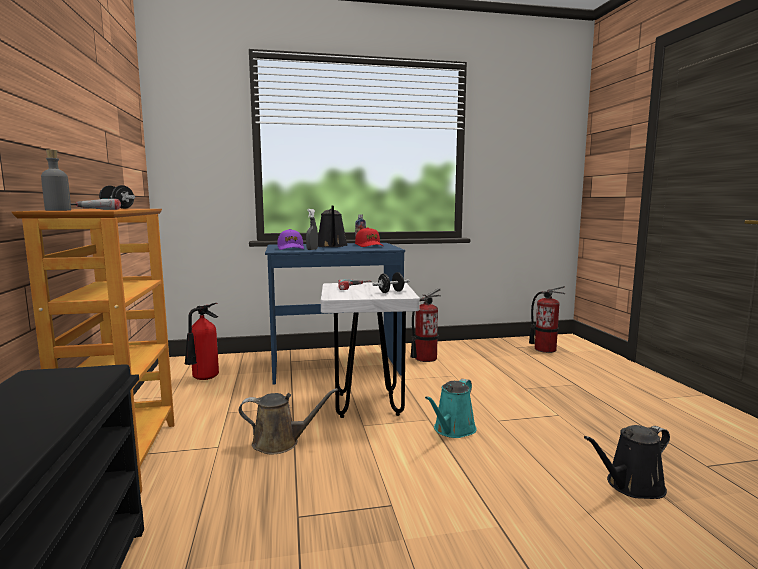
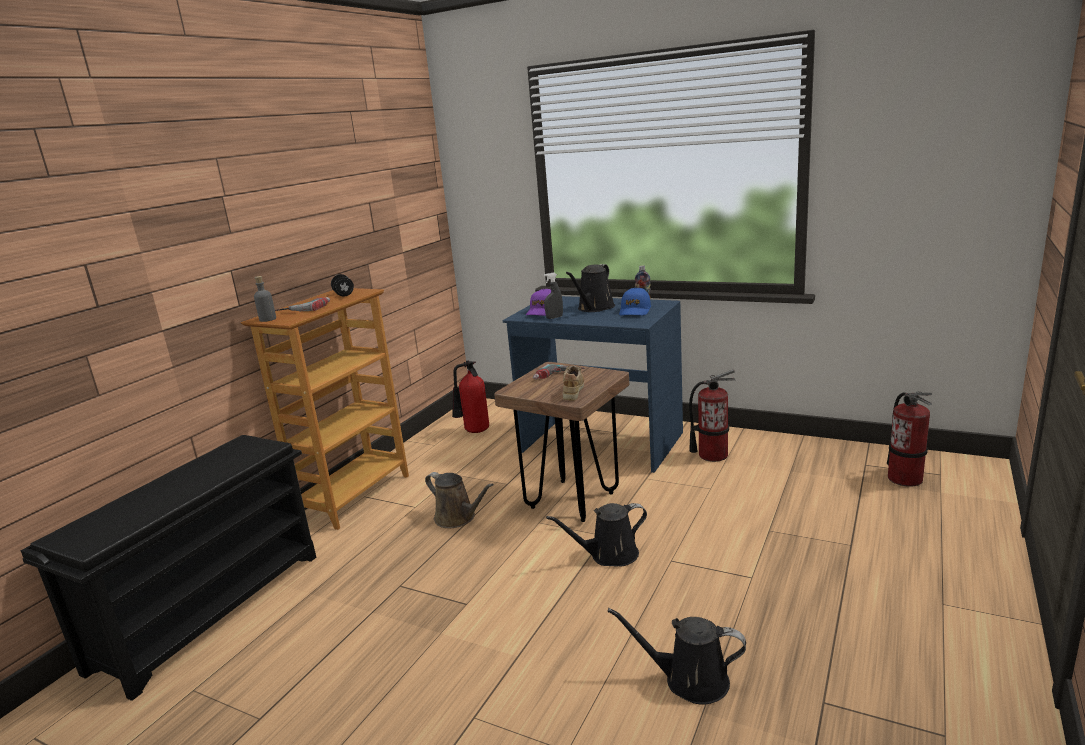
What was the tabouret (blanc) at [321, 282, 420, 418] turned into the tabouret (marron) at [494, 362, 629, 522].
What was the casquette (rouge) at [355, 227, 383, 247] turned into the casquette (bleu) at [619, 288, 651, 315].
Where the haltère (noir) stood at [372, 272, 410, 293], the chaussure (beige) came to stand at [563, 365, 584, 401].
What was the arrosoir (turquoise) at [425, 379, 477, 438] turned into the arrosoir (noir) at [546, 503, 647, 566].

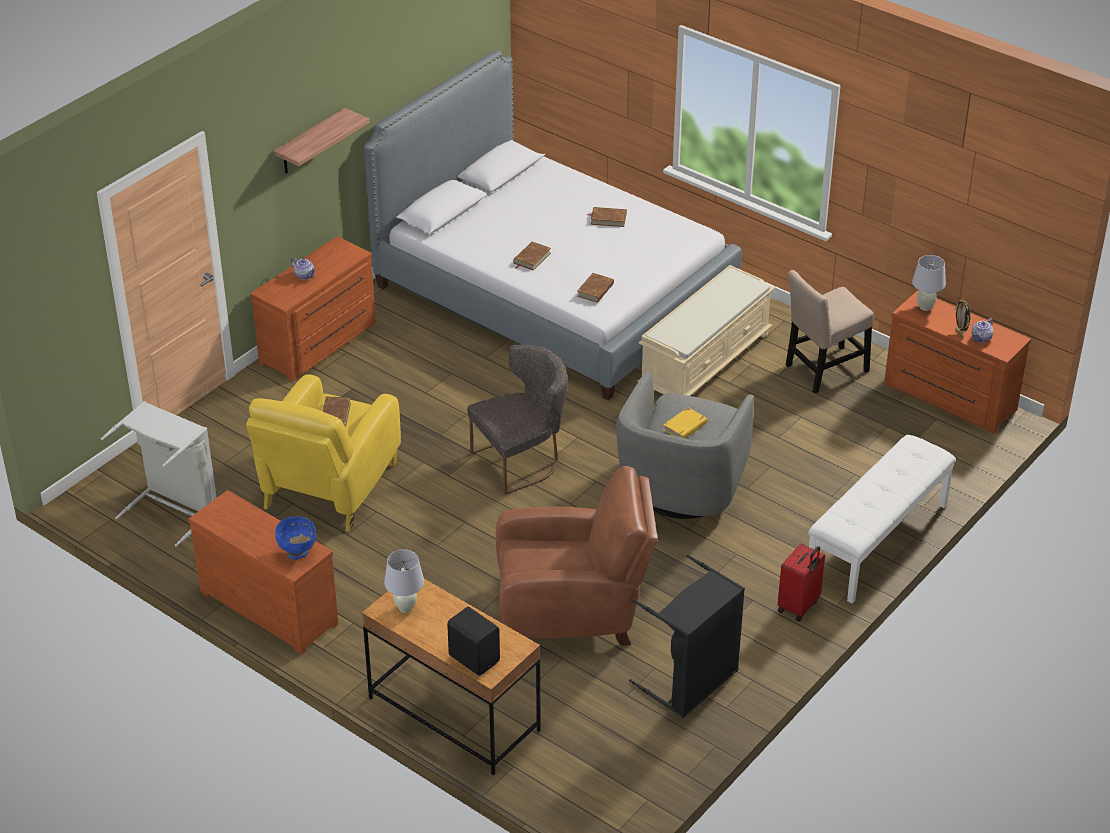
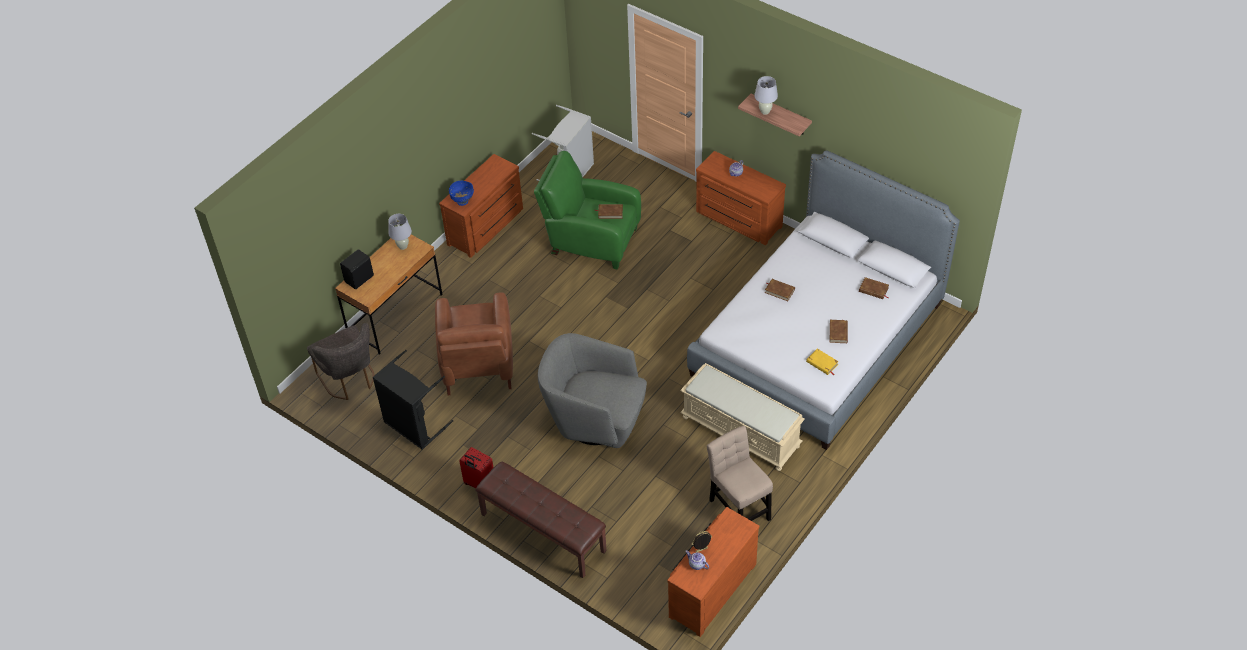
What was the fauteuil (jaune) at [246, 374, 401, 532] turned into the fauteuil (vert) at [534, 151, 641, 270].
The chaise (gris) ended up elsewhere, having gone from [467, 345, 568, 495] to [307, 323, 375, 400].
The livre (marron) ended up elsewhere, having gone from [577, 273, 614, 303] to [859, 277, 889, 299].
The livre (jaune) ended up elsewhere, having gone from [663, 407, 707, 438] to [806, 349, 839, 375].
What was the banc (blanc) at [808, 435, 956, 604] turned into the banc (marron) at [475, 462, 606, 578].
The lampe de table (blanc) ended up elsewhere, having gone from [912, 255, 946, 311] to [754, 76, 778, 115].

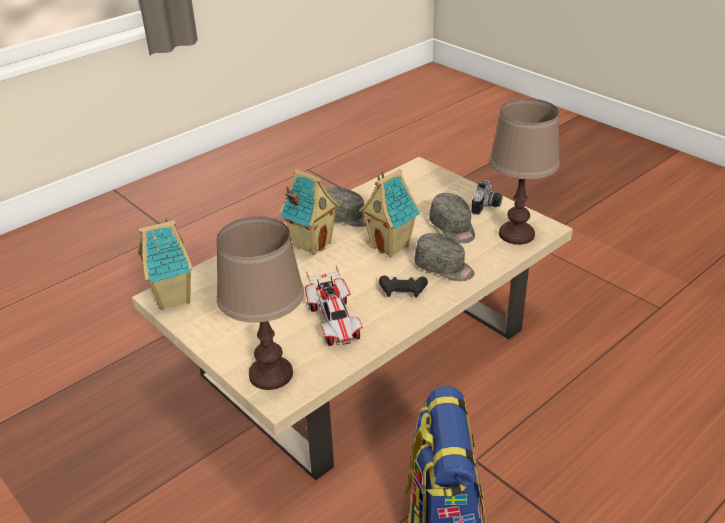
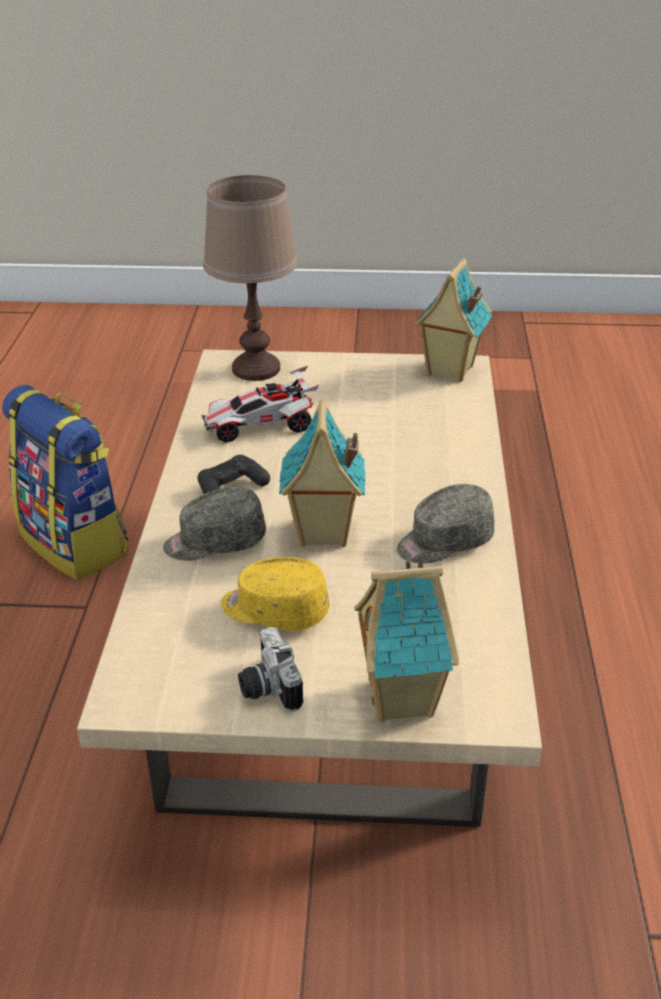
The maison miniature ended up elsewhere, having gone from [279, 169, 340, 255] to [354, 554, 459, 722].
The petite voiture at [305, 265, 363, 346] ended up facing another way, 45 degrees counterclockwise from before.
What was the casquette (gris) at [429, 193, 475, 243] turned into the casquette (jaune) at [221, 557, 329, 631].
The second view lost the lampe de table (marron) at [489, 98, 560, 245].

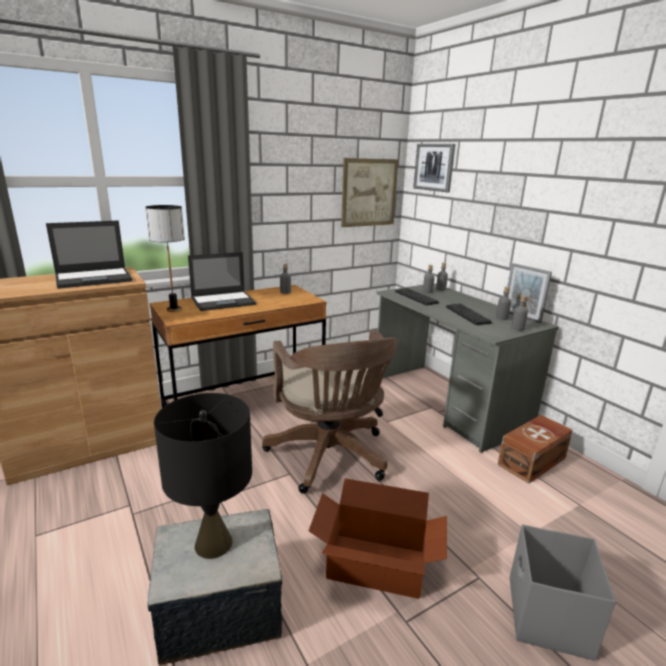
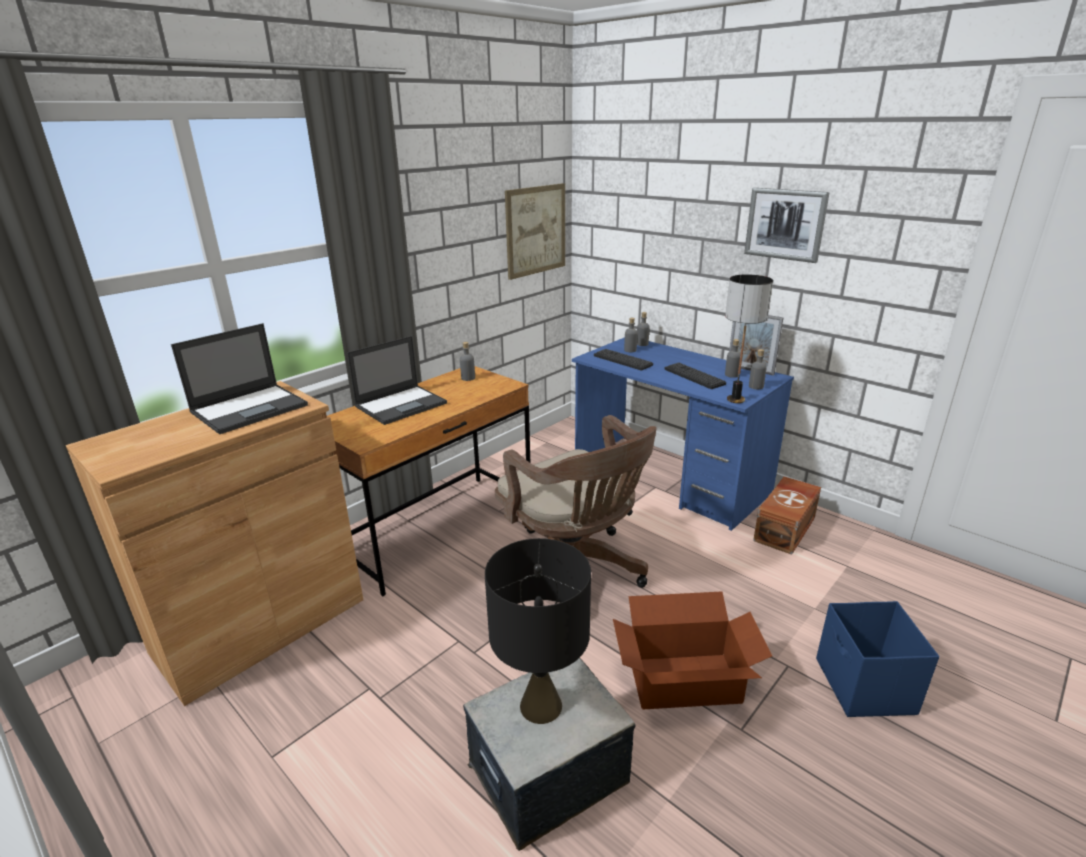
The lampe de table ended up elsewhere, having gone from [145, 205, 185, 312] to [725, 274, 773, 403].
What was the bureau (gris) at [376, 283, 559, 453] turned into the bureau (bleu) at [572, 337, 794, 531].
The tableau ended up elsewhere, having gone from [413, 144, 455, 192] to [744, 188, 830, 263].
What was the boîte de rangement (gris) at [510, 524, 616, 661] turned into the boîte de rangement (bleu) at [816, 601, 939, 717].

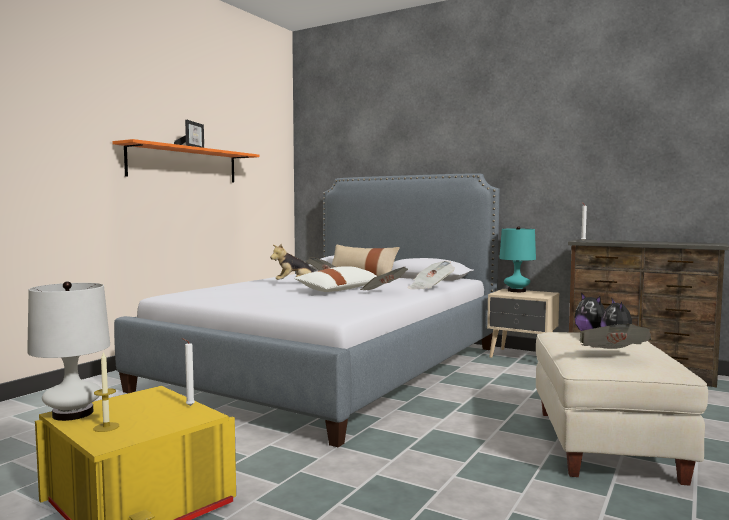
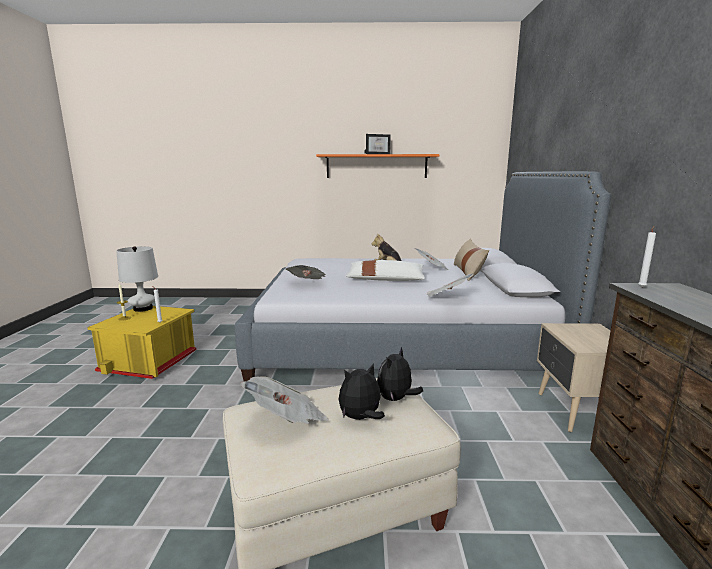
The journal ended up elsewhere, having gone from [360, 267, 408, 290] to [286, 265, 326, 279].
The second view lost the lampe de table (turquoise) at [499, 226, 536, 292].

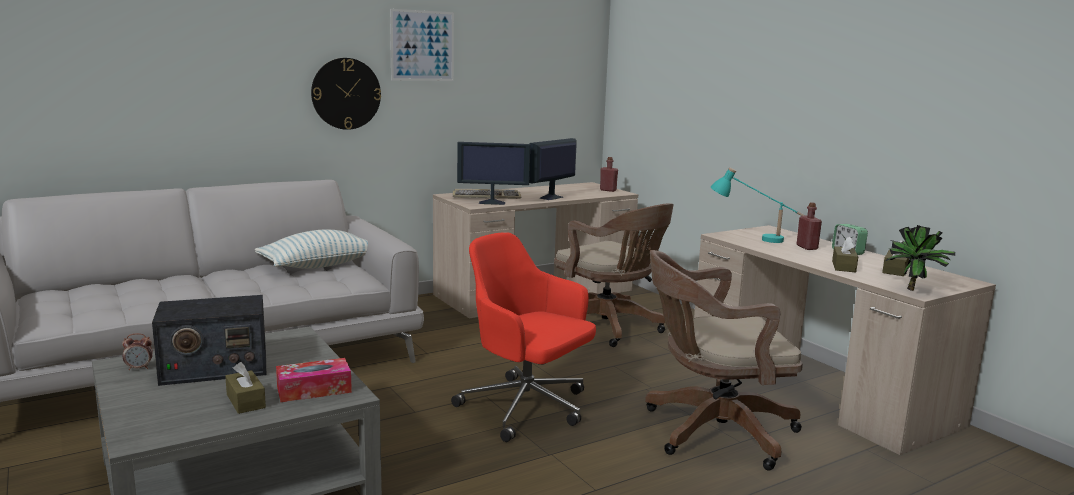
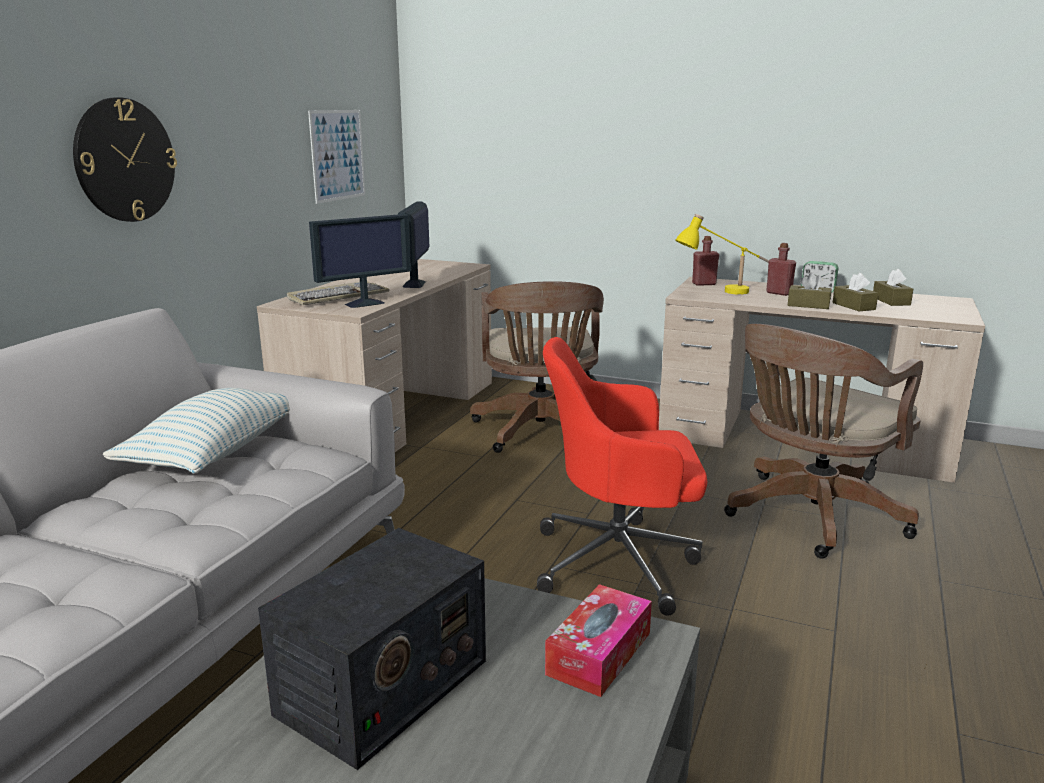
The second view lost the réveil at [122, 333, 153, 370].
The boîte à mouchoirs (marron) ended up elsewhere, having gone from [225, 362, 266, 414] to [787, 272, 832, 309].
The tableau ended up elsewhere, having gone from [390, 9, 454, 81] to [308, 110, 365, 204].
The chaise de bureau (marron) at [554, 203, 674, 347] ended up facing another way, 75 degrees clockwise from before.
The bouteille (rouge) ended up elsewhere, having gone from [600, 157, 618, 192] to [692, 236, 719, 286].
What was the lampe de table (turquoise) at [710, 167, 806, 243] turned into the lampe de table (jaune) at [675, 214, 769, 295].
The second view lost the plante en pot at [886, 225, 955, 291].

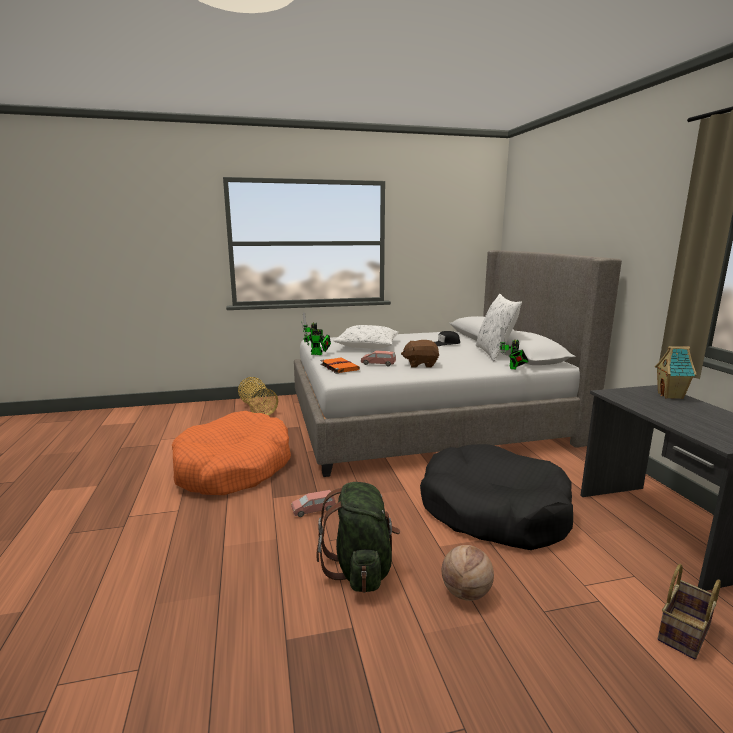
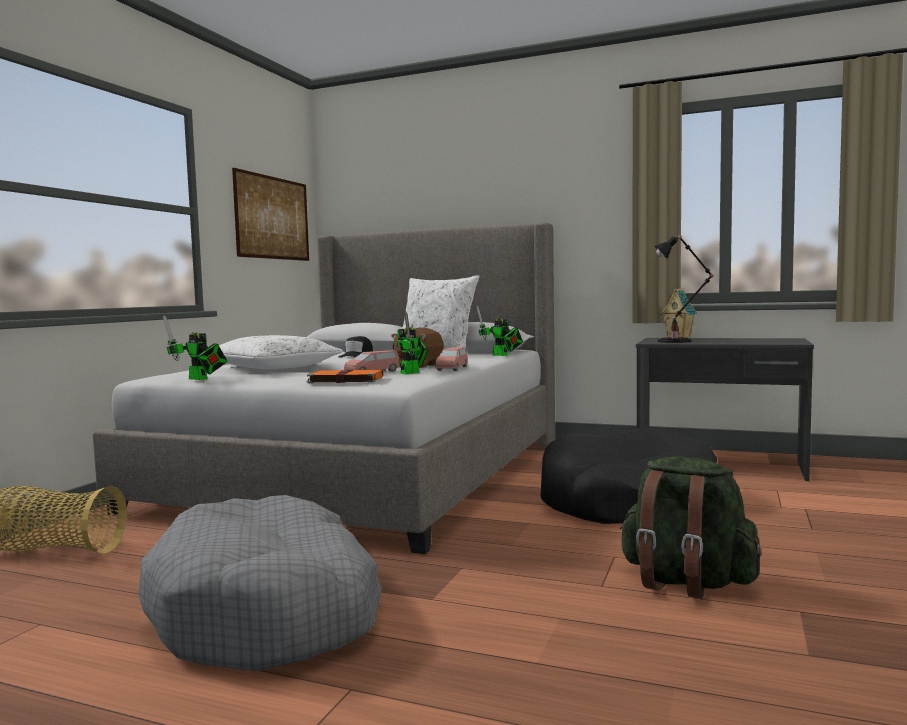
What was the panier pour chien (orange) at [172, 411, 291, 495] turned into the panier pour chien (gris) at [138, 495, 382, 671].
The petite voiture (rose) ended up elsewhere, having gone from [291, 490, 336, 517] to [435, 347, 468, 371].
The robot jouet ended up elsewhere, having gone from [301, 321, 331, 355] to [397, 311, 428, 374].
The second view lost the ballon de basket at [442, 545, 494, 601].
The second view lost the panier at [658, 564, 721, 659].
The second view gained the tableau at [232, 168, 309, 261].
The second view gained the lampe de table (noir) at [655, 235, 715, 343].

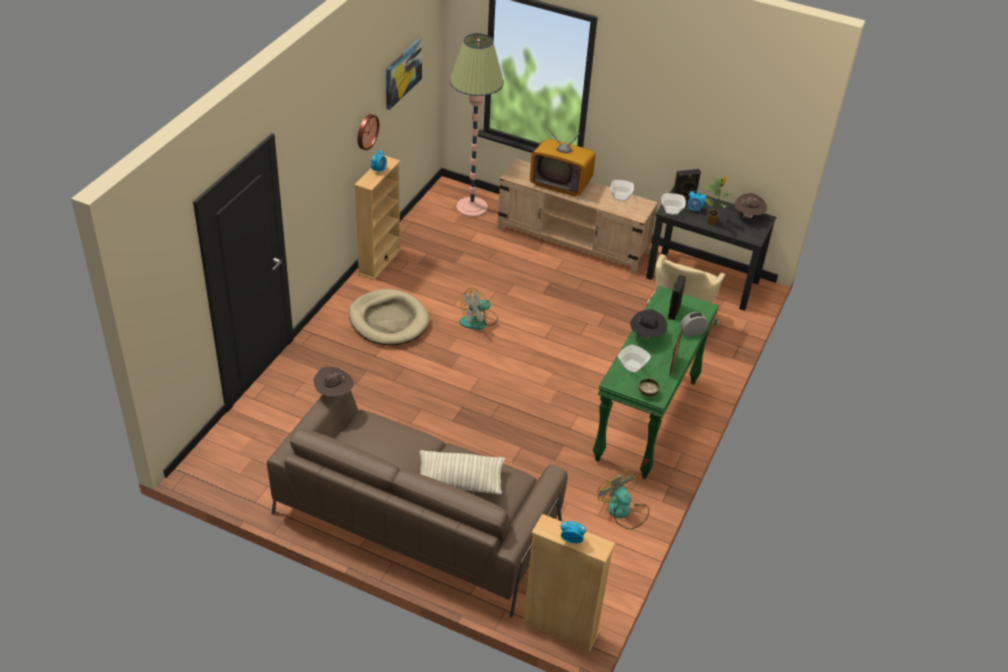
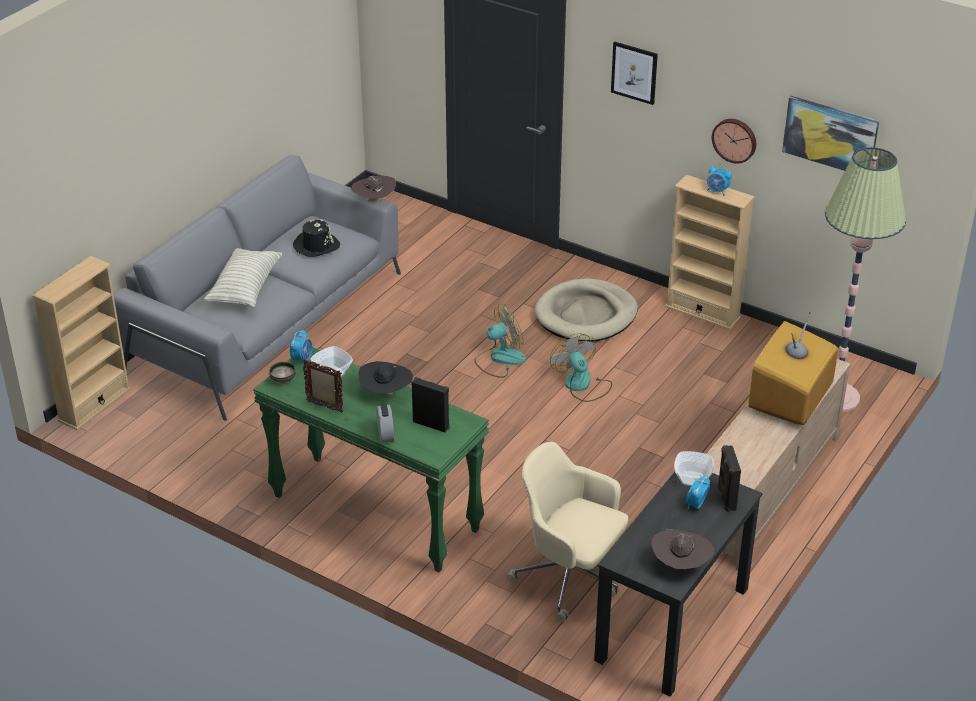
What was the canapé (marron) at [267, 390, 568, 617] turned into the canapé (gris) at [114, 155, 401, 421].
The réveil ended up elsewhere, having gone from [560, 521, 586, 543] to [290, 330, 313, 367].
The ventilateur ended up elsewhere, having gone from [598, 471, 649, 530] to [474, 304, 526, 378].
The second view lost the bol at [610, 180, 634, 201].
The second view lost the plante en pot at [704, 175, 731, 225].
The second view gained the chapeau (noir) at [293, 219, 340, 257].
The second view gained the tableau at [611, 42, 658, 105].

